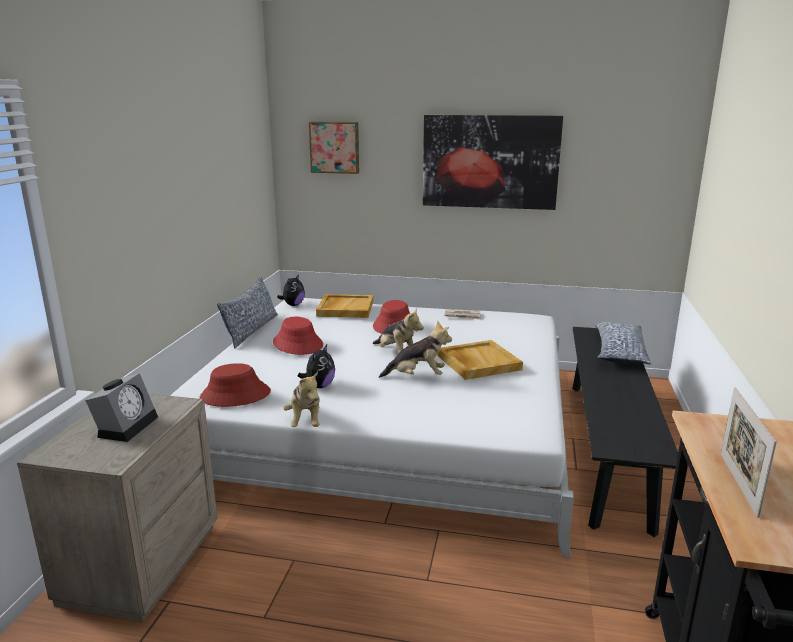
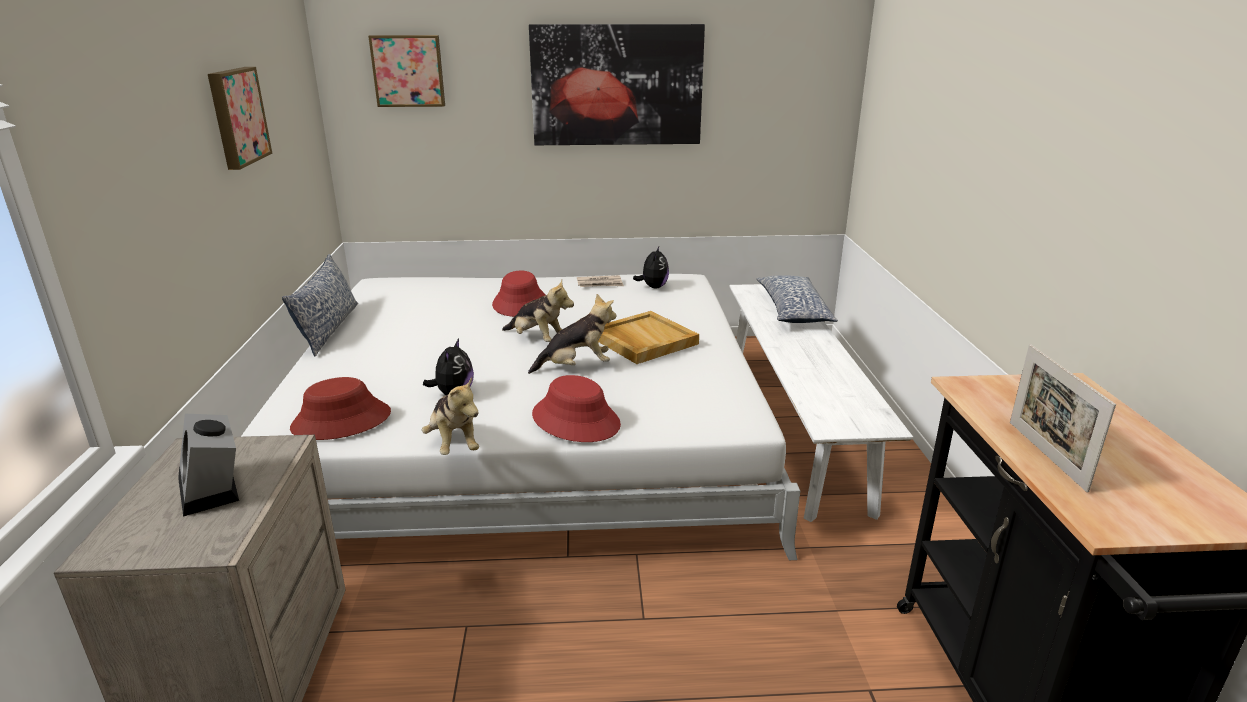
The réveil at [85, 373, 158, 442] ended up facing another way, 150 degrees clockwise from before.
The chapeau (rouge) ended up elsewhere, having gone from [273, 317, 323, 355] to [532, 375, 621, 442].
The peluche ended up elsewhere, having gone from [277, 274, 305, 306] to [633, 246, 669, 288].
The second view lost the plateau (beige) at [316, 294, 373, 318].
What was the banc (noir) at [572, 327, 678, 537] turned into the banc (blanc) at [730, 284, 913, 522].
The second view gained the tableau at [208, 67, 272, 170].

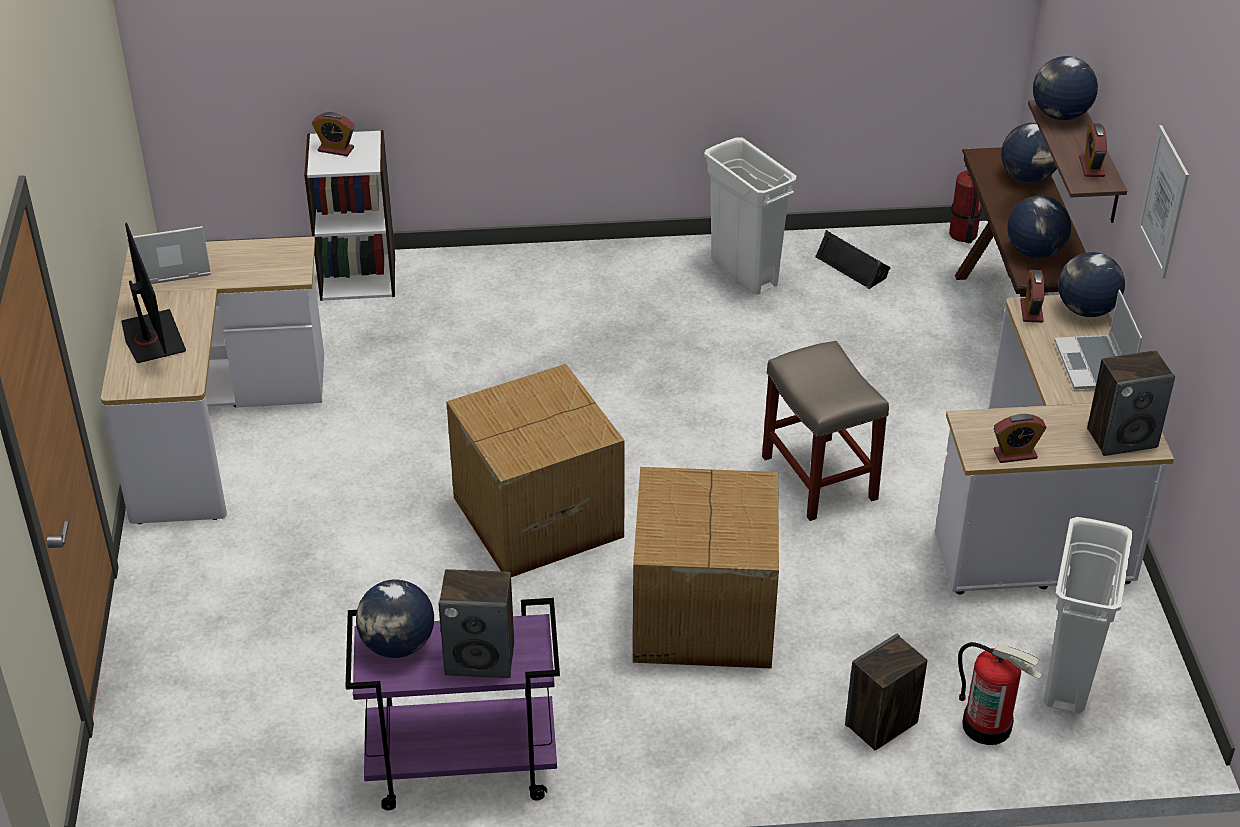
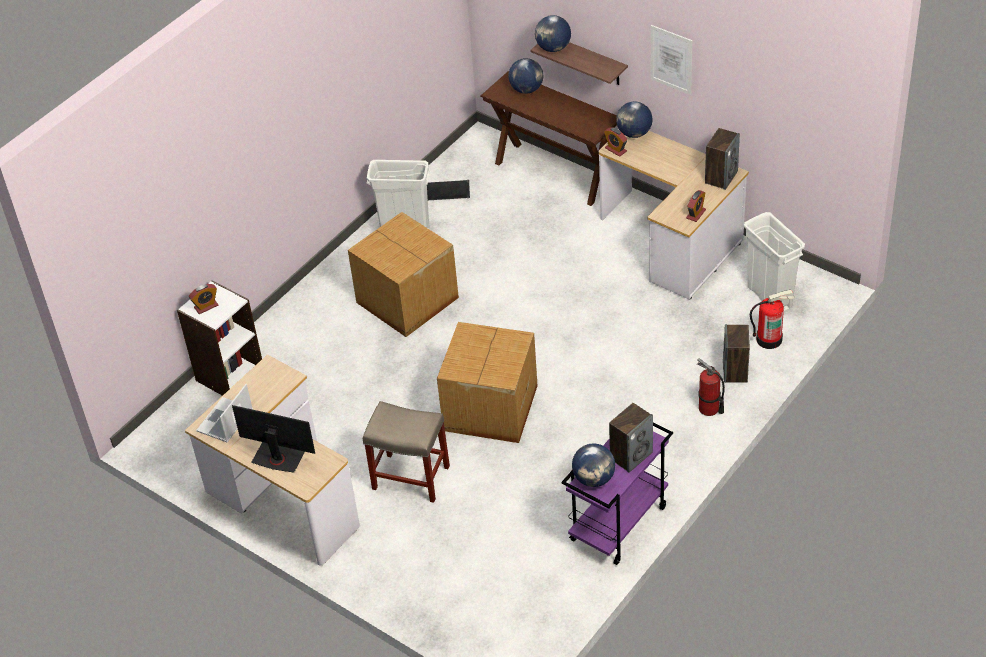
The carton ended up elsewhere, having gone from [633, 467, 779, 669] to [348, 212, 459, 337].
The tabouret (beige) ended up elsewhere, having gone from [762, 341, 889, 521] to [363, 401, 450, 503].
The extincteur ended up elsewhere, having gone from [949, 147, 982, 243] to [697, 358, 725, 416].
The second view lost the globe at [1007, 196, 1071, 258].
The second view lost the ordinateur portable at [1054, 290, 1142, 389].
The second view lost the réveil at [1079, 123, 1107, 177].

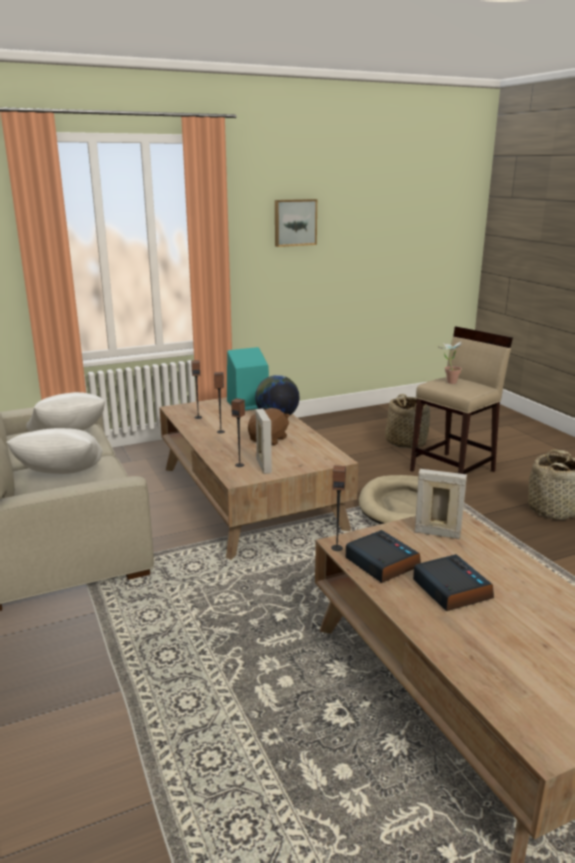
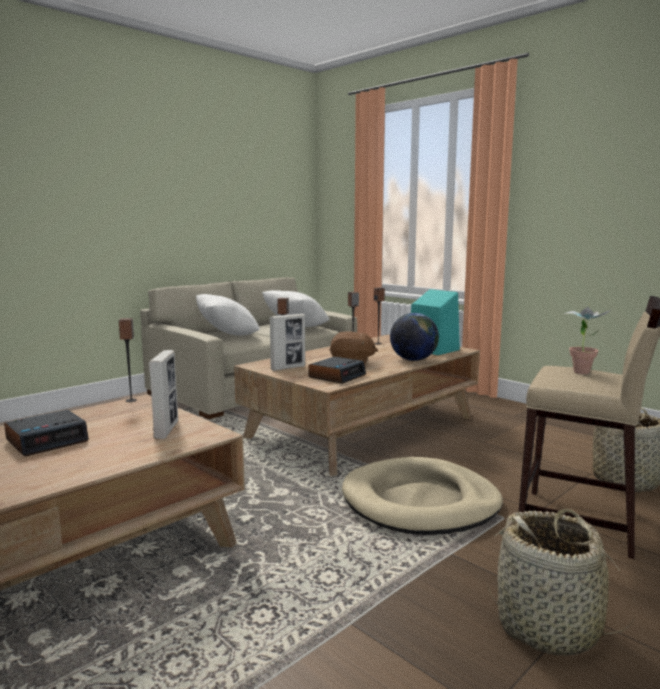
The second view lost the tableau at [275, 199, 317, 247].
The réveil ended up elsewhere, having gone from [346, 530, 421, 583] to [308, 357, 366, 384].

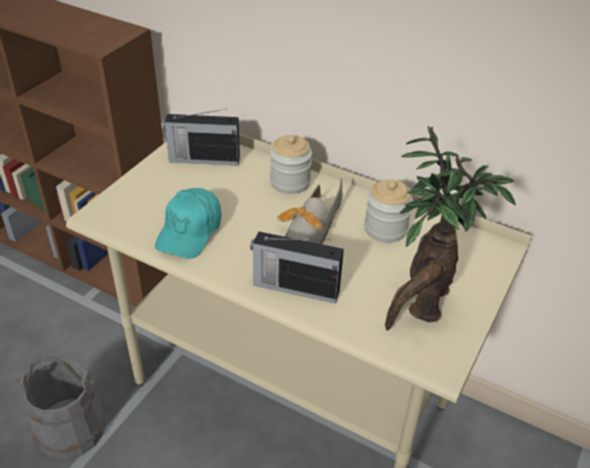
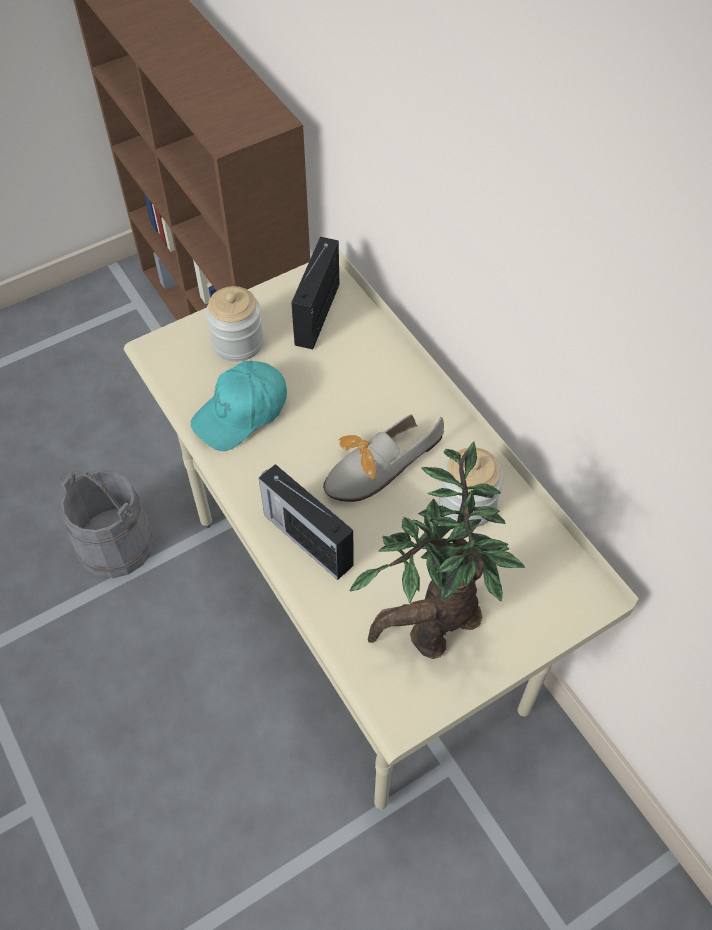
The radio at [163, 109, 240, 166] ended up facing another way, 75 degrees clockwise from before.
The bocal ended up elsewhere, having gone from [270, 135, 312, 194] to [206, 286, 264, 362].

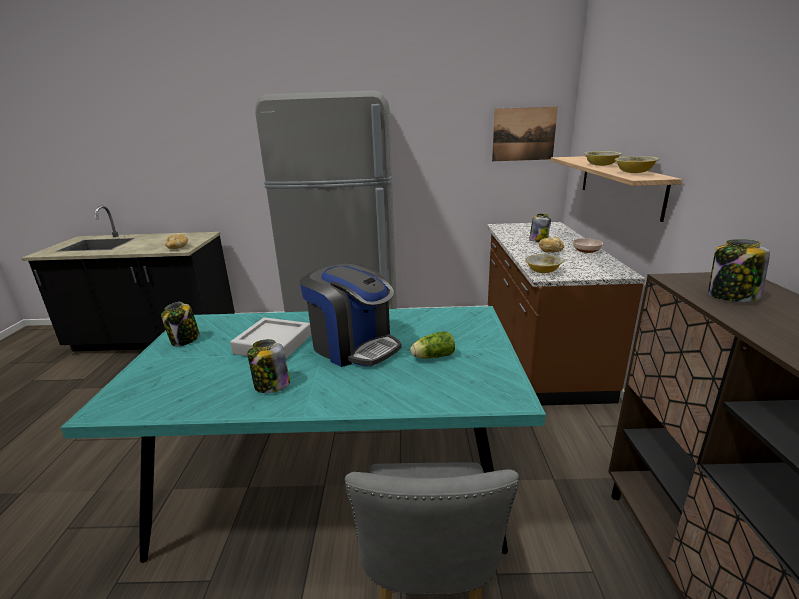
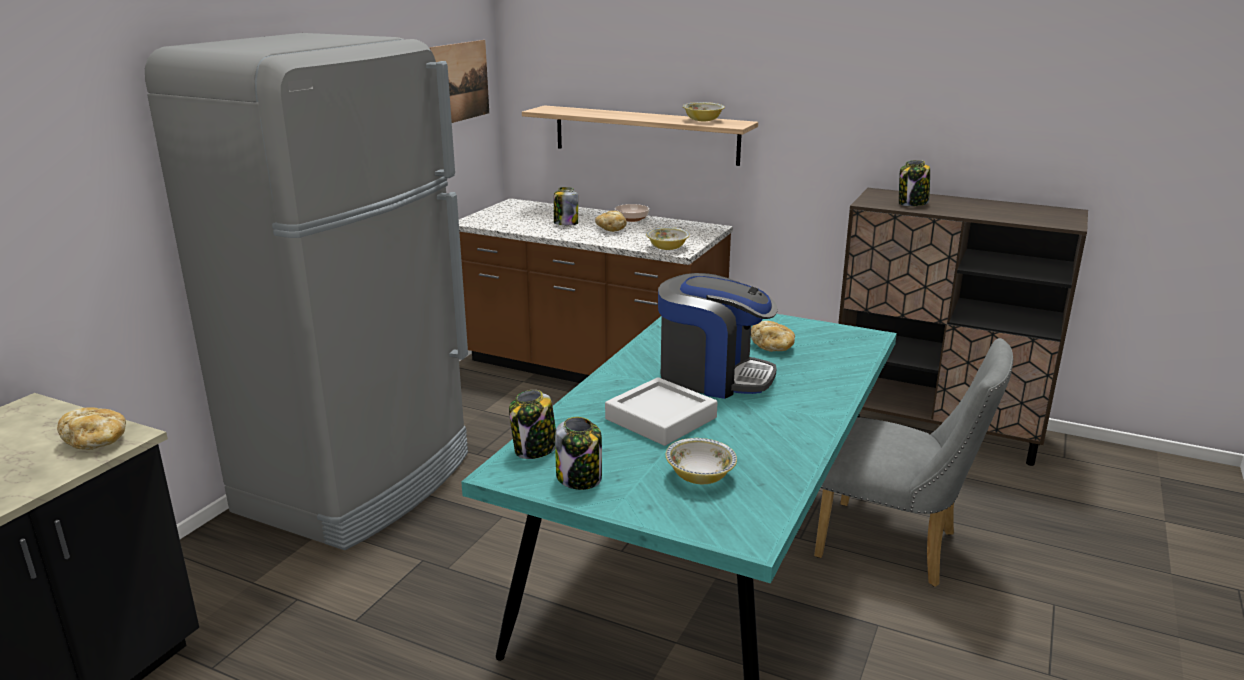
The bocal ended up elsewhere, having gone from [248, 339, 290, 393] to [509, 390, 556, 459].
The machine à café at [300, 264, 401, 367] ended up facing another way, 45 degrees clockwise from before.
Where the laitue stood at [410, 331, 455, 359], the pain came to stand at [751, 321, 795, 352].
The bol ended up elsewhere, having gone from [584, 151, 622, 166] to [666, 438, 737, 484].

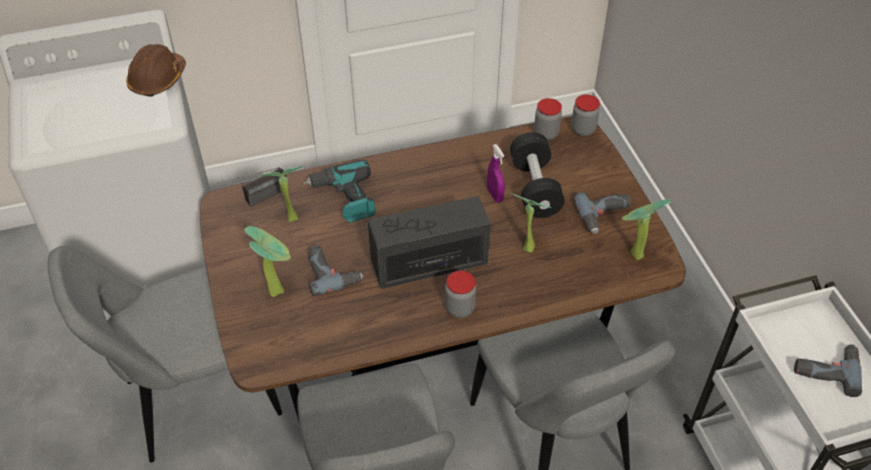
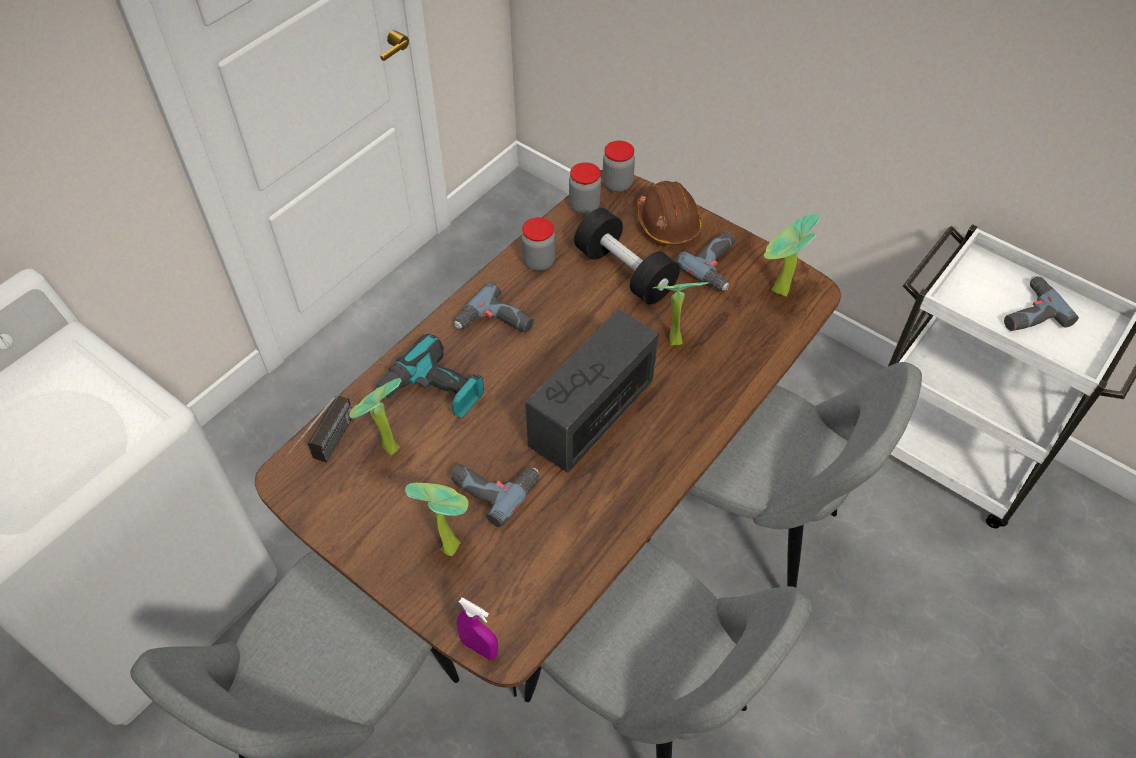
The casque de chantier (marron) ended up elsewhere, having gone from [126, 44, 186, 96] to [637, 181, 702, 246].
The bocal ended up elsewhere, having gone from [445, 271, 476, 318] to [521, 217, 556, 271].
The vaporisateur (violet) ended up elsewhere, having gone from [487, 144, 505, 203] to [457, 598, 498, 660].
The second view gained the perceuse at [454, 282, 534, 333].

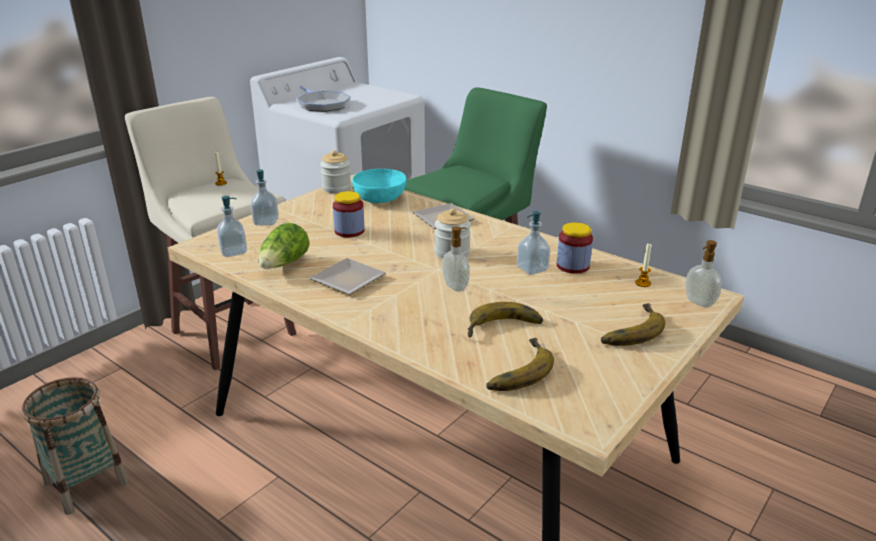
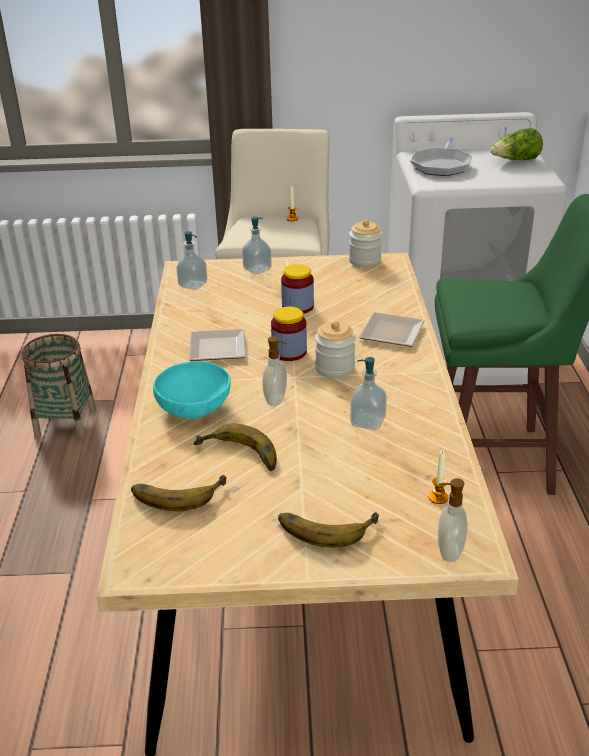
The laitue ended up elsewhere, having gone from [259, 223, 309, 269] to [490, 128, 543, 160].
The bol (turquoise) ended up elsewhere, having gone from [352, 169, 406, 203] to [153, 361, 231, 419].
The bocal ended up elsewhere, having gone from [557, 222, 593, 274] to [271, 307, 307, 361].

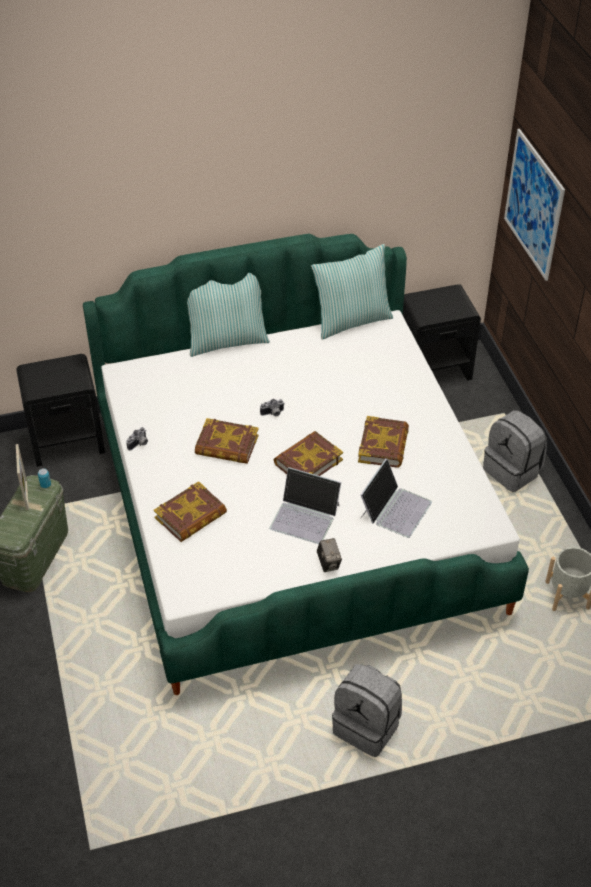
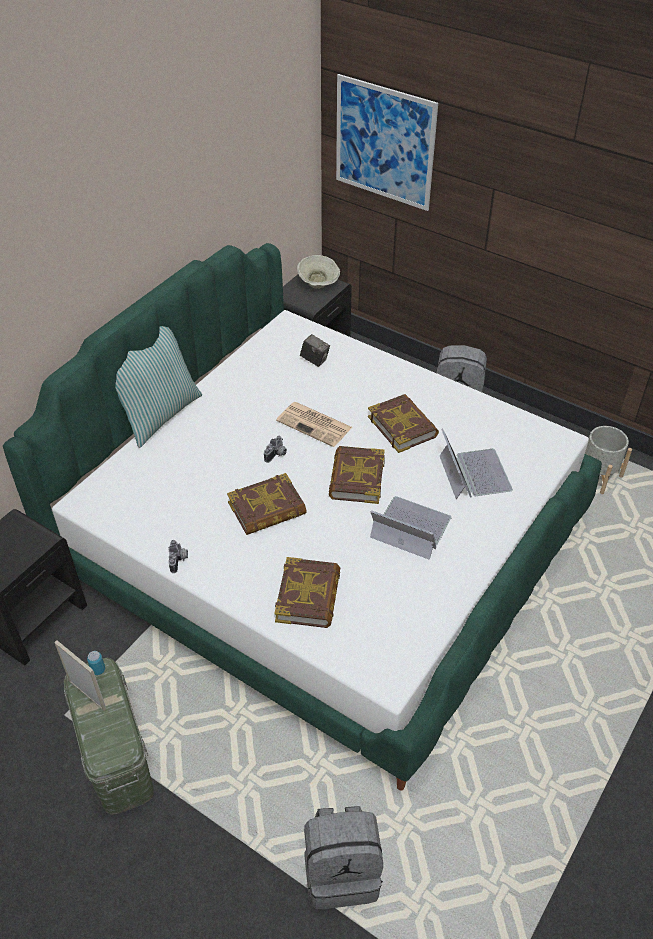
The ordinateur portable at [269, 467, 341, 544] ended up facing another way, 135 degrees counterclockwise from before.
The second view lost the coussin at [311, 244, 393, 339].
The appareil photo ended up elsewhere, having gone from [317, 538, 342, 572] to [300, 334, 330, 367].
The sac à dos (gris) ended up elsewhere, having gone from [332, 664, 402, 757] to [304, 806, 383, 909].
The second view gained the journal at [276, 402, 352, 447].
The second view gained the bol (beige) at [297, 255, 340, 289].

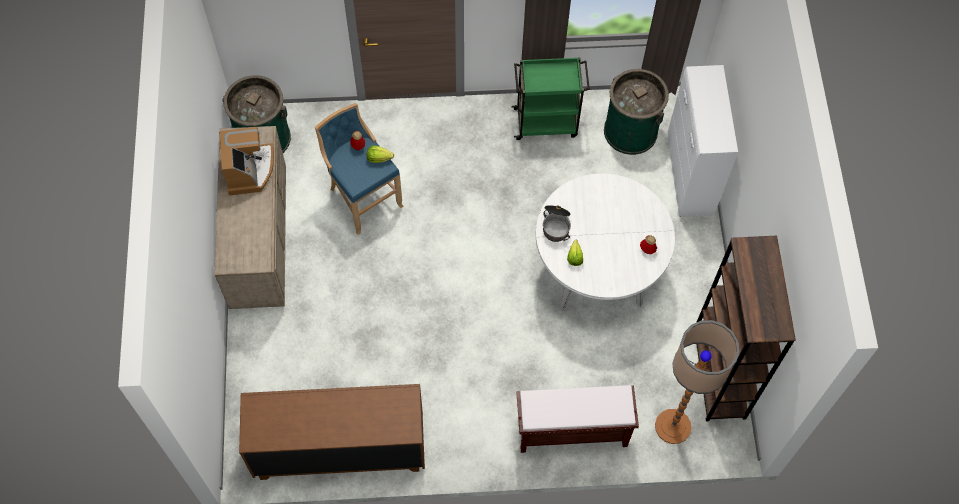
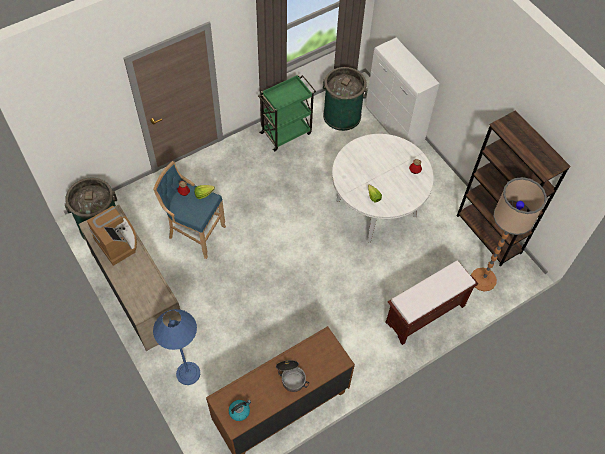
The marmite ended up elsewhere, having gone from [543, 205, 571, 242] to [276, 360, 309, 392].
The second view gained the lampadaire (bleu) at [153, 309, 200, 385].
The second view gained the bouilloire at [229, 400, 251, 421].

